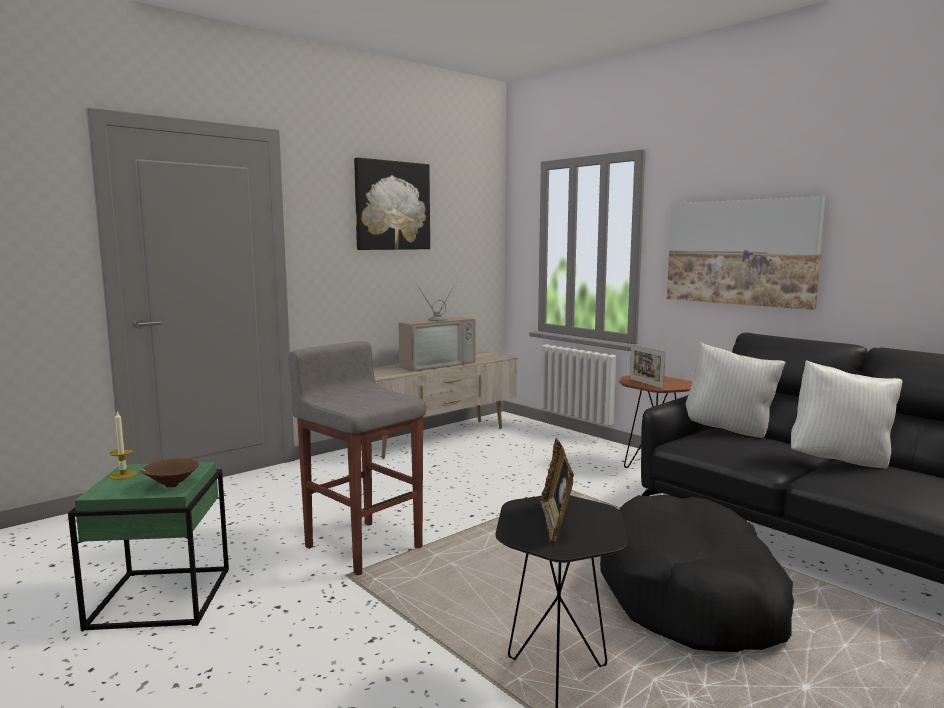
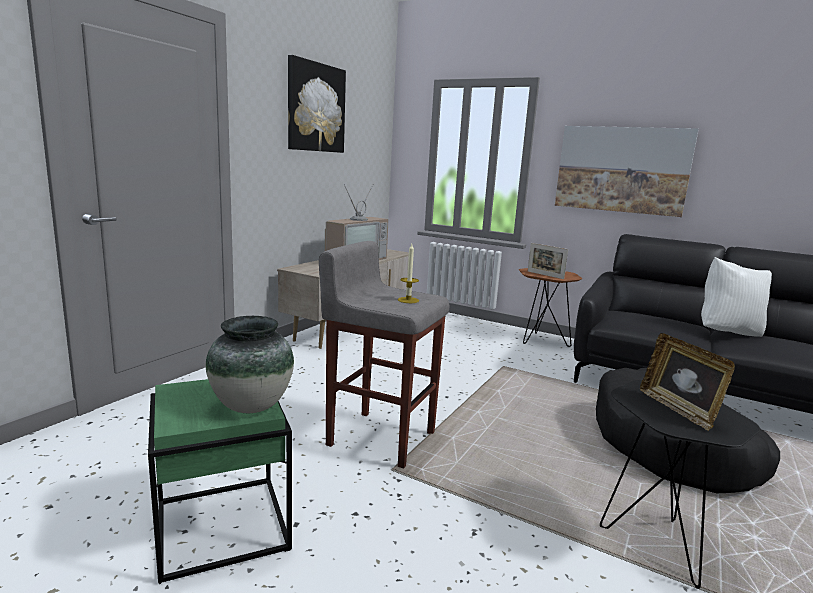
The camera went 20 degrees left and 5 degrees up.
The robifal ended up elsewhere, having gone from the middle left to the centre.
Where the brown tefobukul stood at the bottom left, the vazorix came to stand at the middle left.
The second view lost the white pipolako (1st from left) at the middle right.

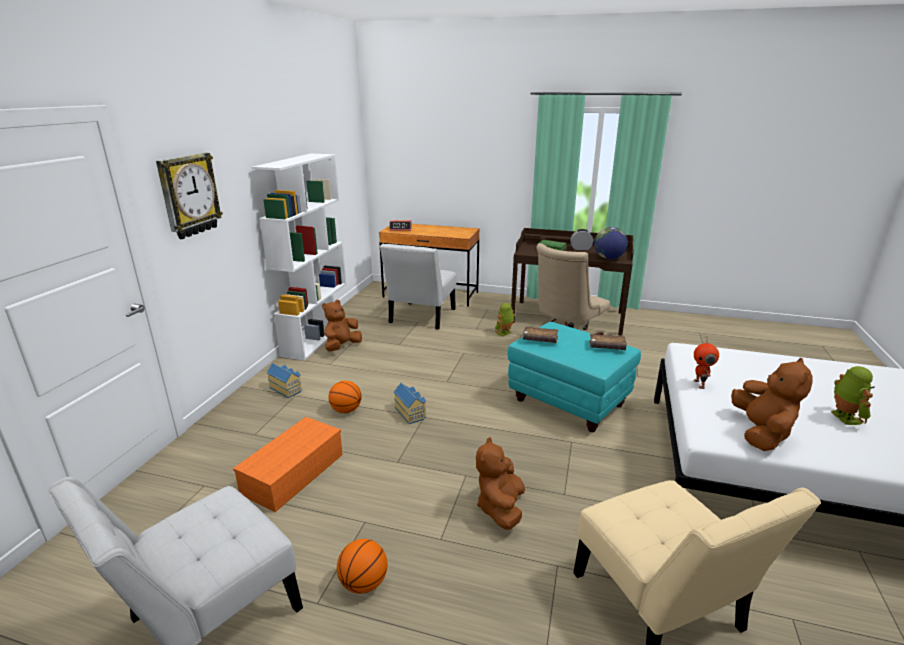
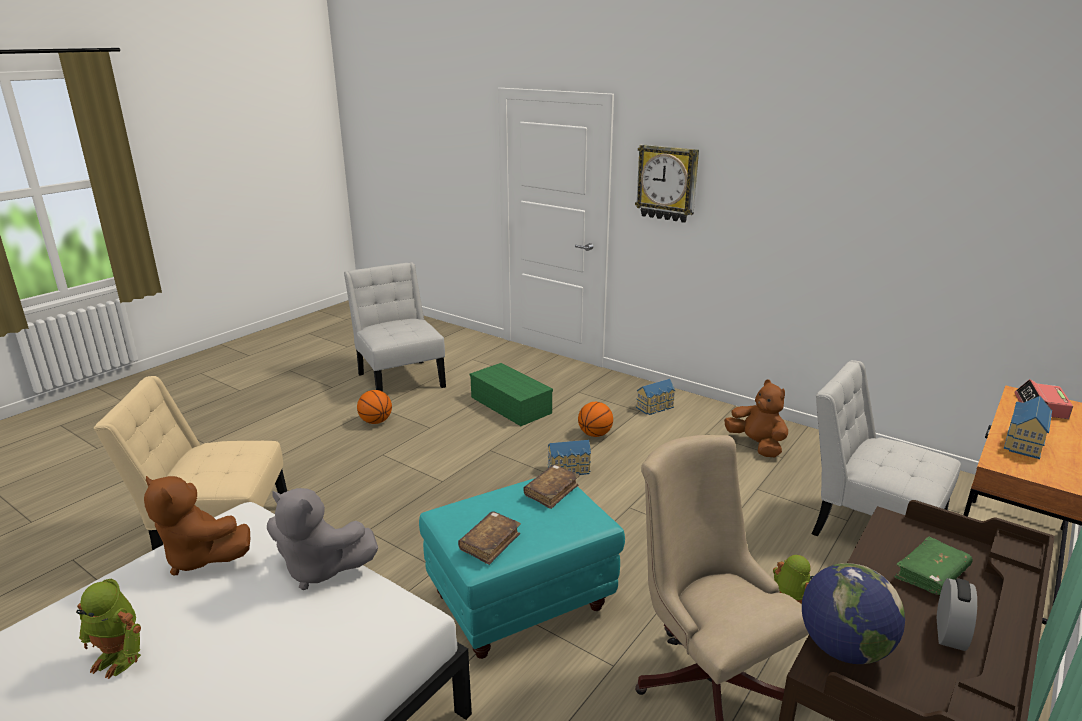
The camera went 110 degrees right and 0 degrees up.
What was the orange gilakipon at the bottom left turned into the green gilakipon at the centre.
The second view lost the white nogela at the middle left.
The second view lost the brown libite (2nd from left) at the bottom centre.
Where the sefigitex (2nd from left) stood at the middle right, the grey libite came to stand at the bottom left.
The second view gained the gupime (3rd from left) at the middle right.

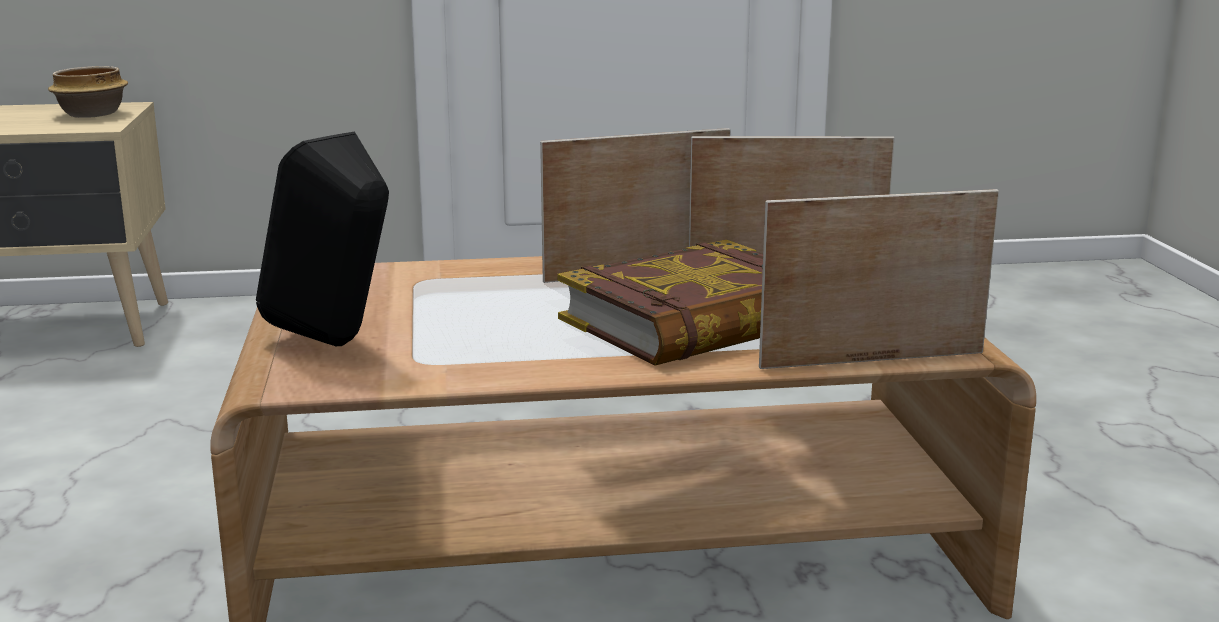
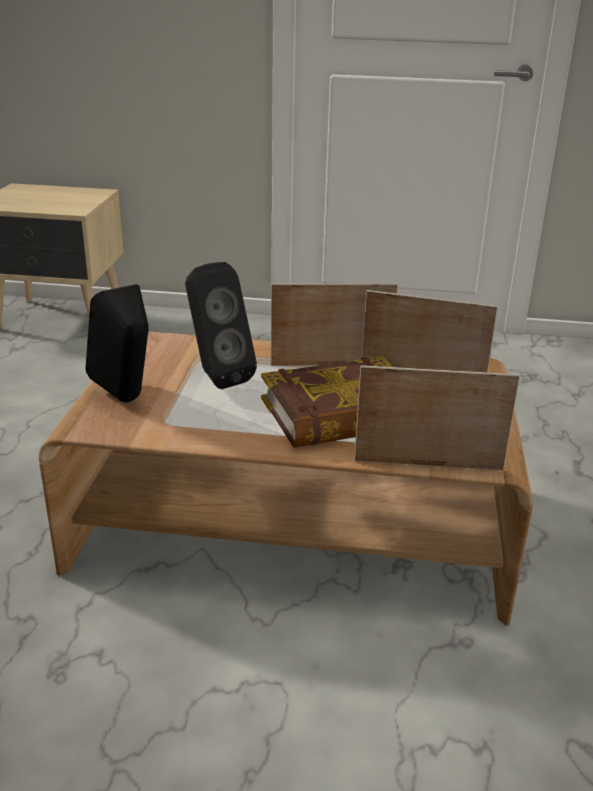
The camera went 15 degrees right and 10 degrees up.
The second view lost the tefobukul at the top left.
The second view gained the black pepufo (2nd from left) at the centre.

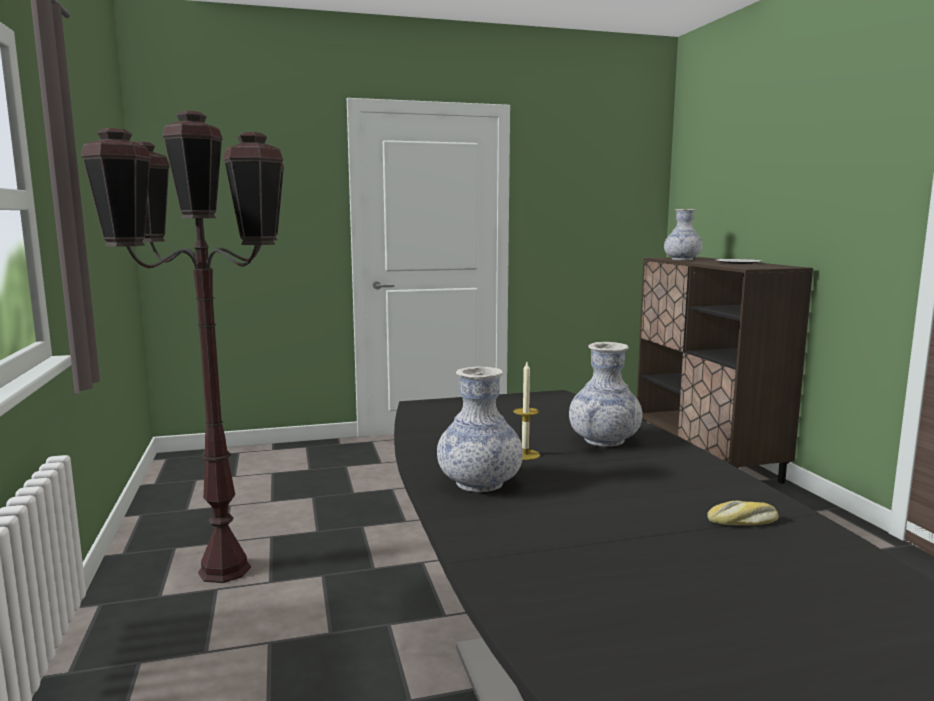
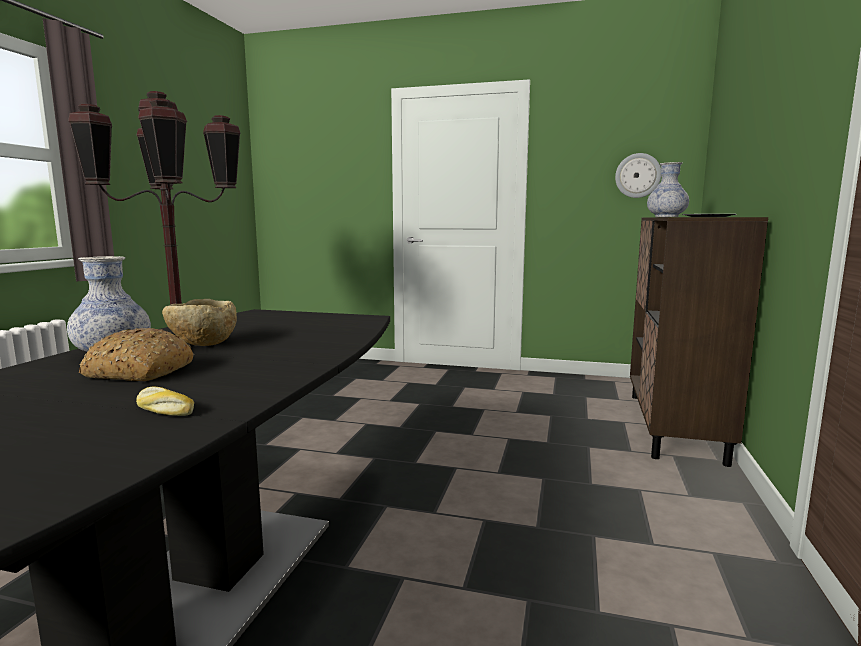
The camera went 30 degrees right and 0 degrees up.
Where the robifal stood at the centre, the beige tefobukul came to stand at the middle left.
The second view lost the vazorix (2nd from left) at the centre.
The second view gained the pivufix (1st from left) at the middle left.
The second view gained the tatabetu at the top right.

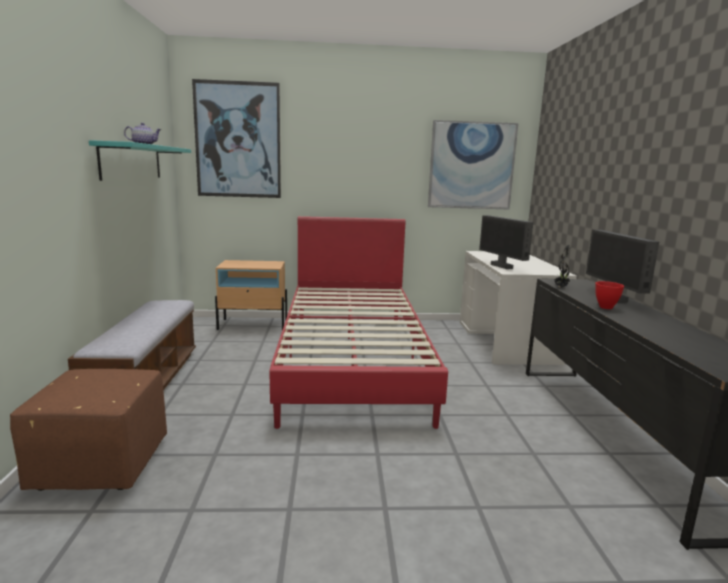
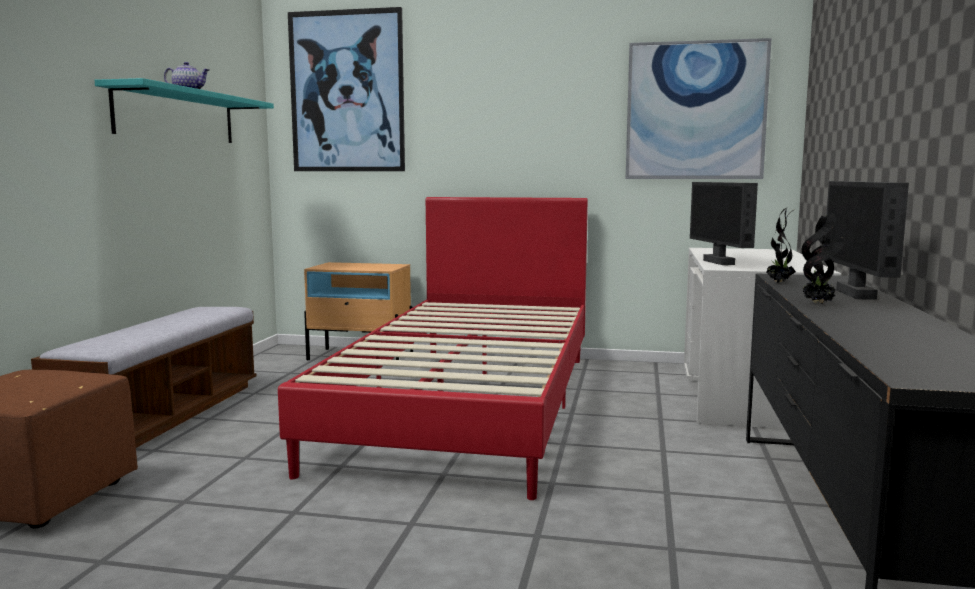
The camera went 15 degrees right and 5 degrees down.
Where the red tefobukul stood at the middle right, the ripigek (2nd from left) came to stand at the middle right.

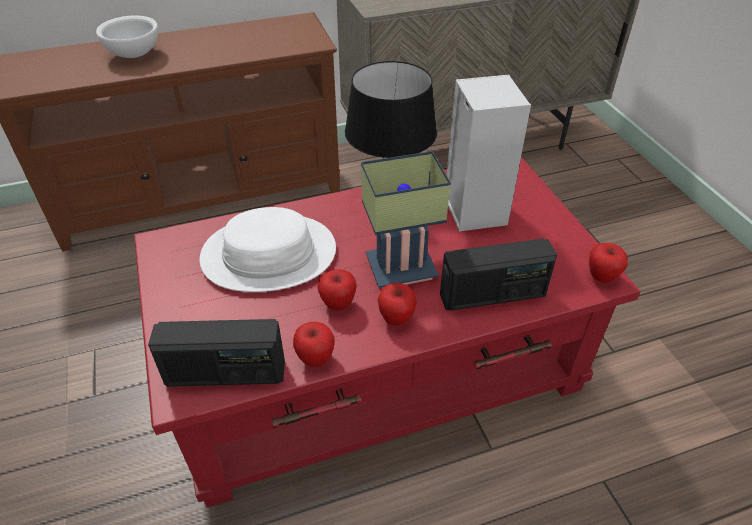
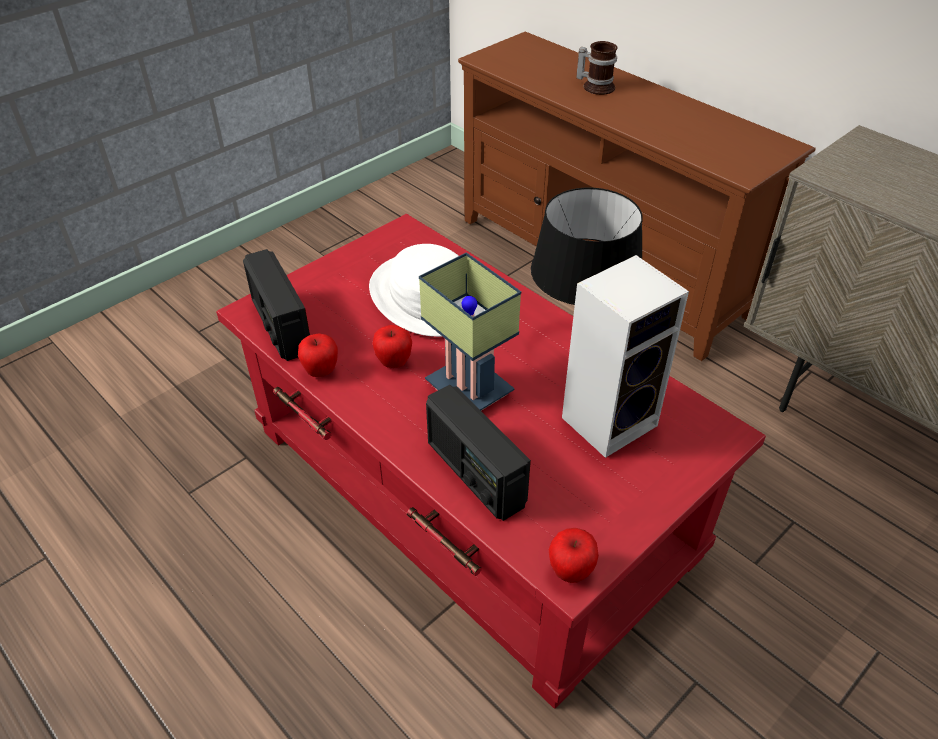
The camera went 65 degrees right and 0 degrees up.
Where the white tefobukul stood at the top left, the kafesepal came to stand at the top centre.
The second view lost the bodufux (3rd from left) at the centre.

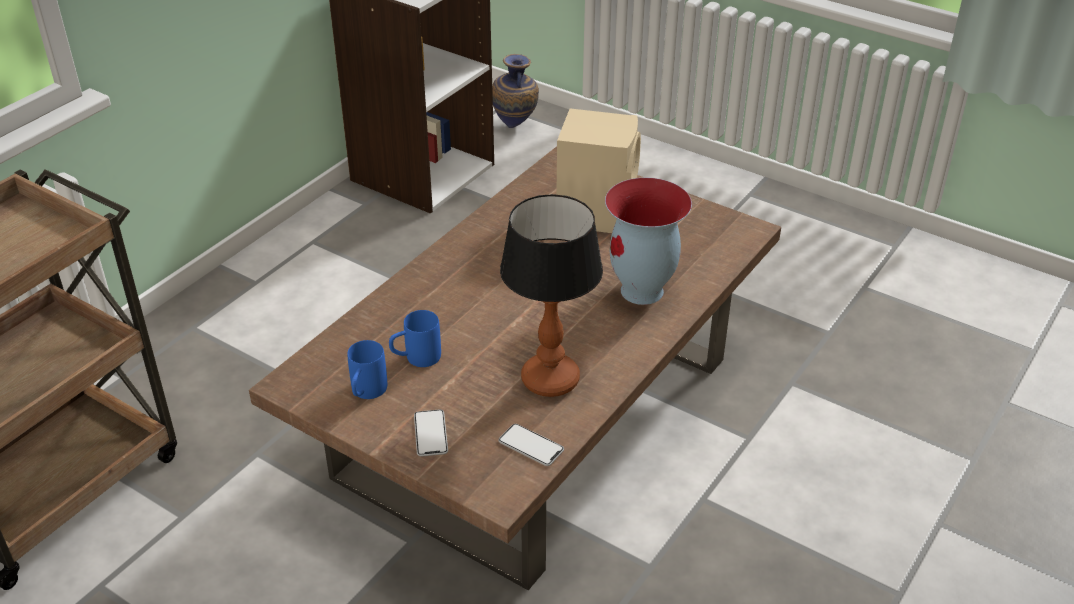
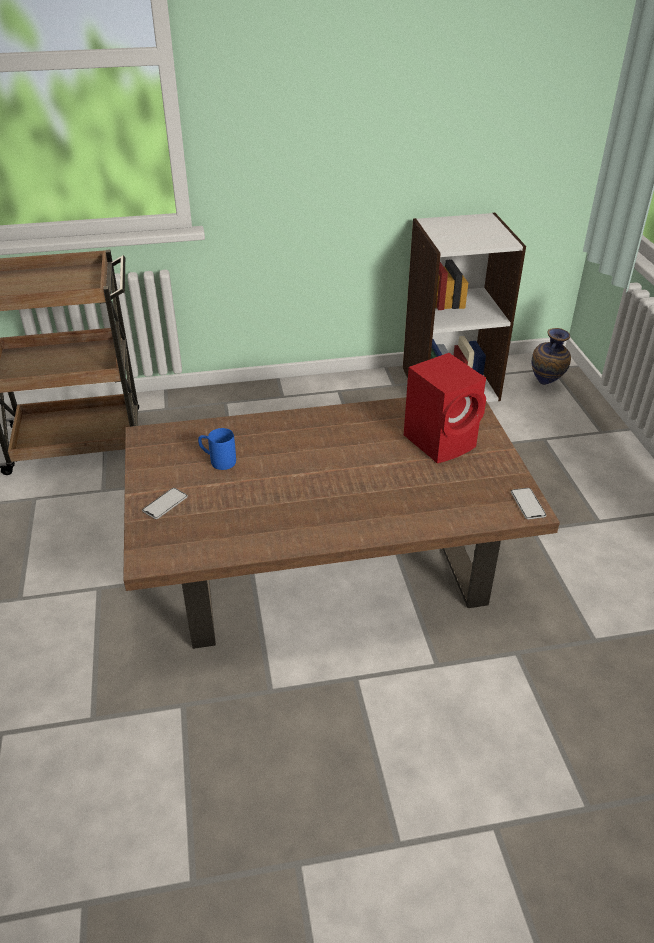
The camera went 45 degrees right and 0 degrees up.
The second view lost the blue kafesepal (1st from left) at the centre.
The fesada (2nd from left) ended up elsewhere, having gone from the bottom centre to the middle right.
The second view lost the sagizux at the centre.
What was the beige pepufo at the top centre turned into the red pepufo at the middle right.
The second view lost the vazorix (2nd from left) at the centre.

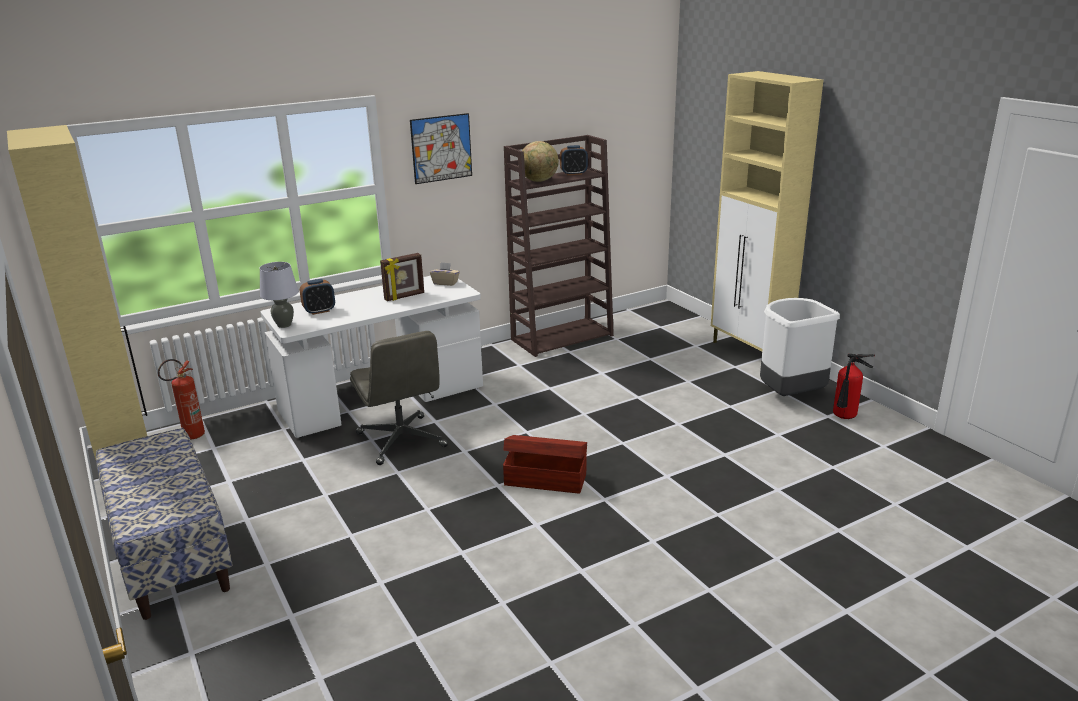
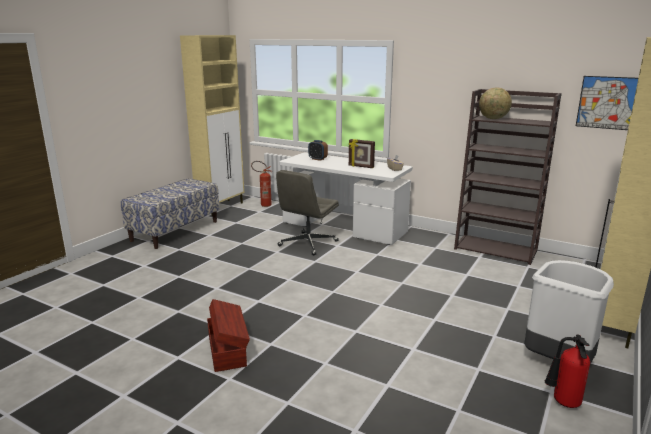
The camera went 60 degrees right and 5 degrees down.
The second view lost the grey sagizux at the middle left.
The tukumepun ended up elsewhere, having gone from the top centre to the top right.
The brown gilakipon ended up elsewhere, having gone from the centre to the bottom centre.
The second view lost the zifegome (2nd from left) at the top centre.

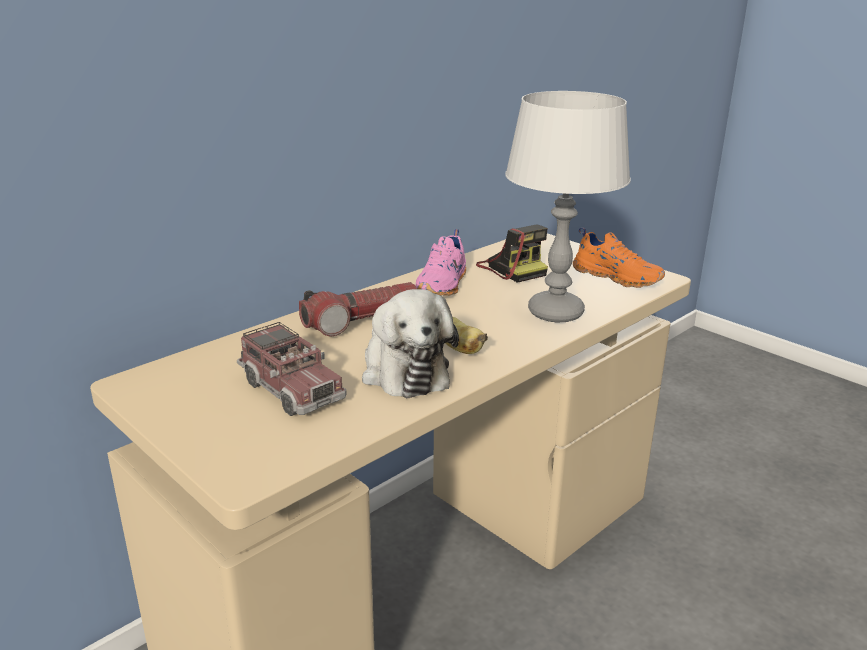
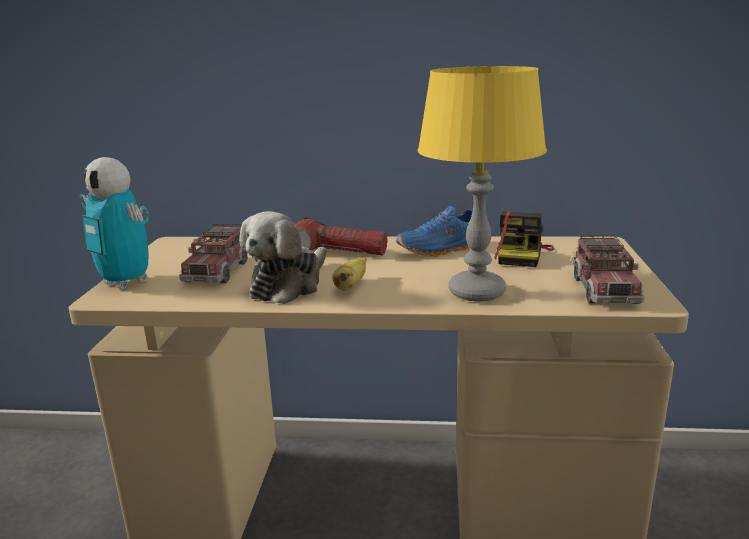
The camera went 50 degrees right and 5 degrees down.
What was the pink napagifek at the centre turned into the blue napagifek at the centre.
What was the grey sagizux at the top centre turned into the yellow sagizux at the centre.
Where the orange napagifek stood at the middle right, the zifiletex (2nd from left) came to stand at the middle right.
The second view gained the sefigitex at the middle left.

